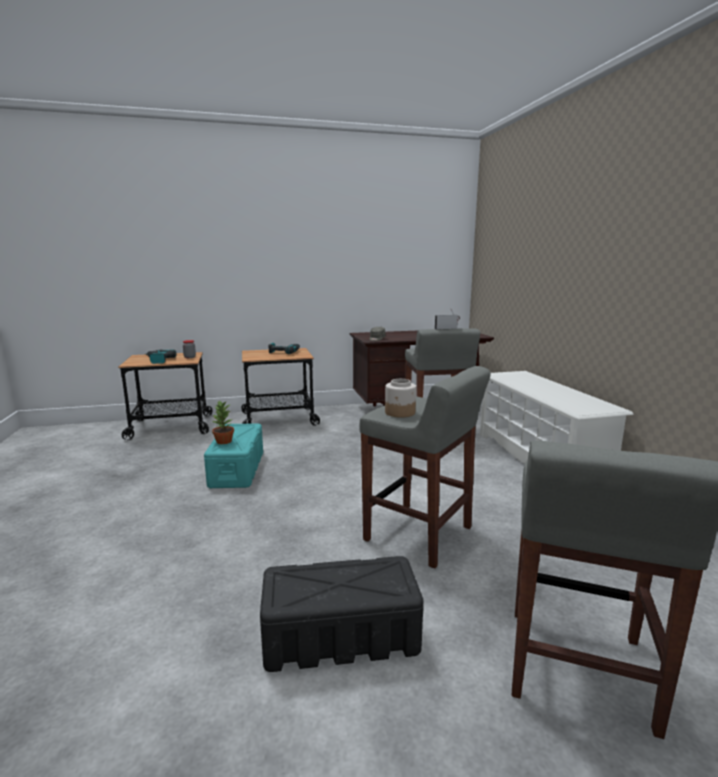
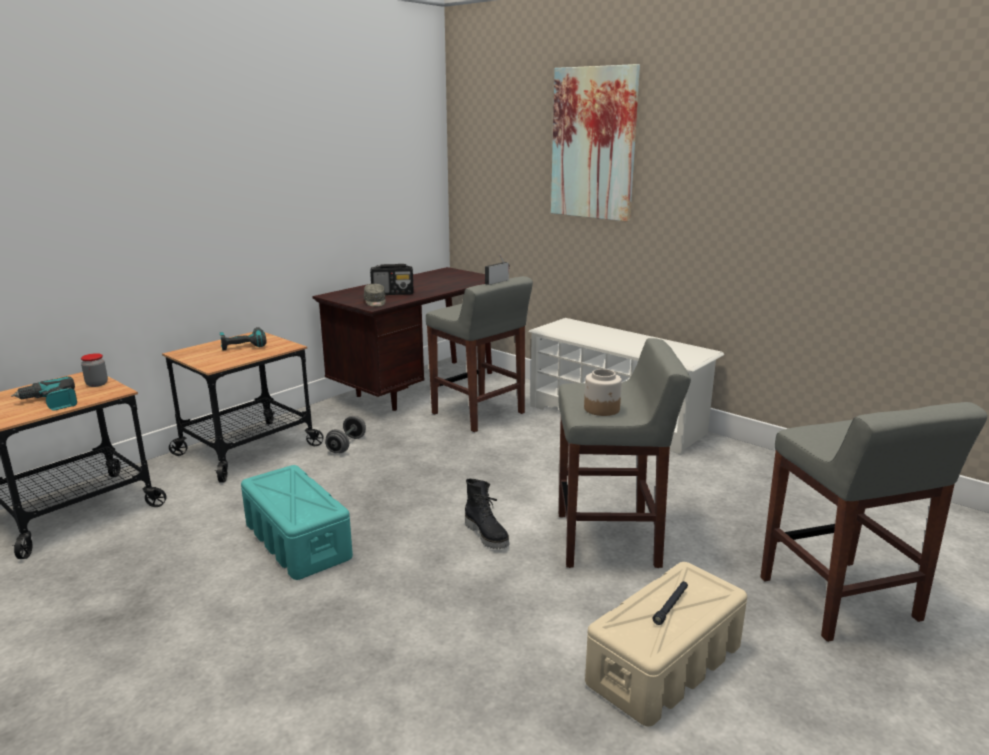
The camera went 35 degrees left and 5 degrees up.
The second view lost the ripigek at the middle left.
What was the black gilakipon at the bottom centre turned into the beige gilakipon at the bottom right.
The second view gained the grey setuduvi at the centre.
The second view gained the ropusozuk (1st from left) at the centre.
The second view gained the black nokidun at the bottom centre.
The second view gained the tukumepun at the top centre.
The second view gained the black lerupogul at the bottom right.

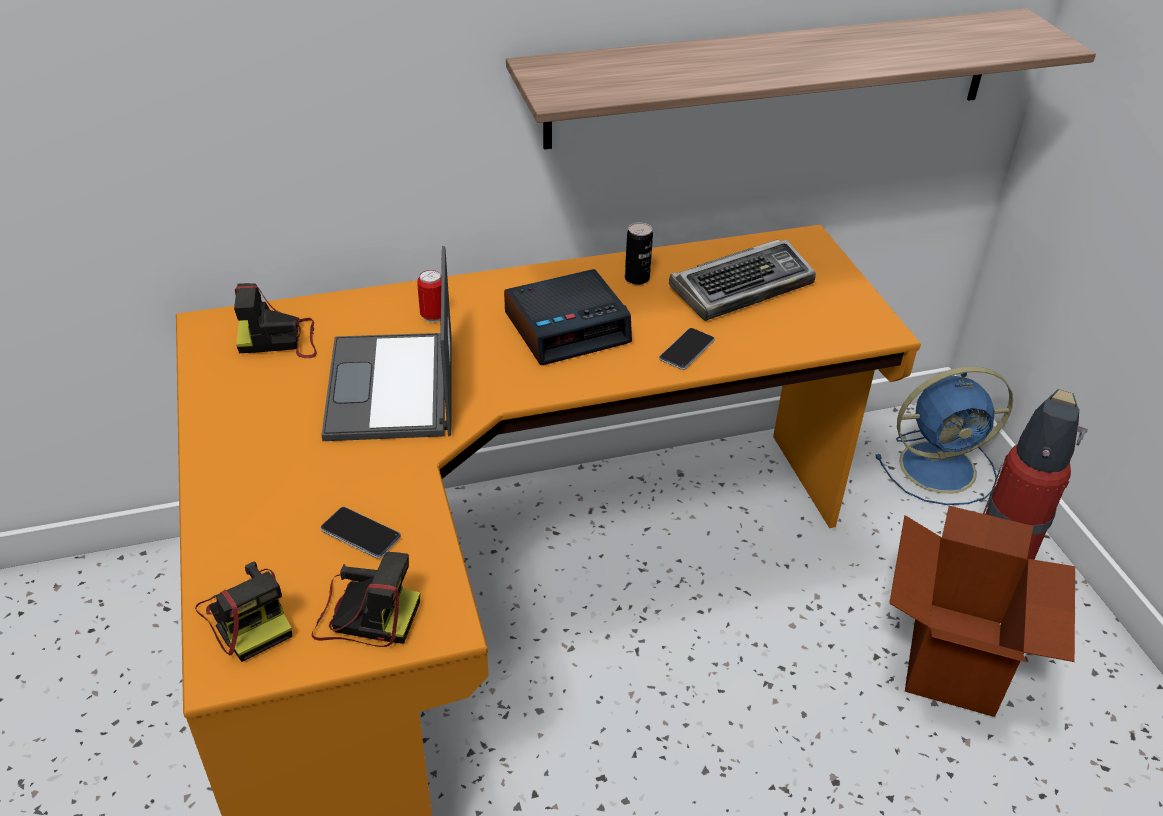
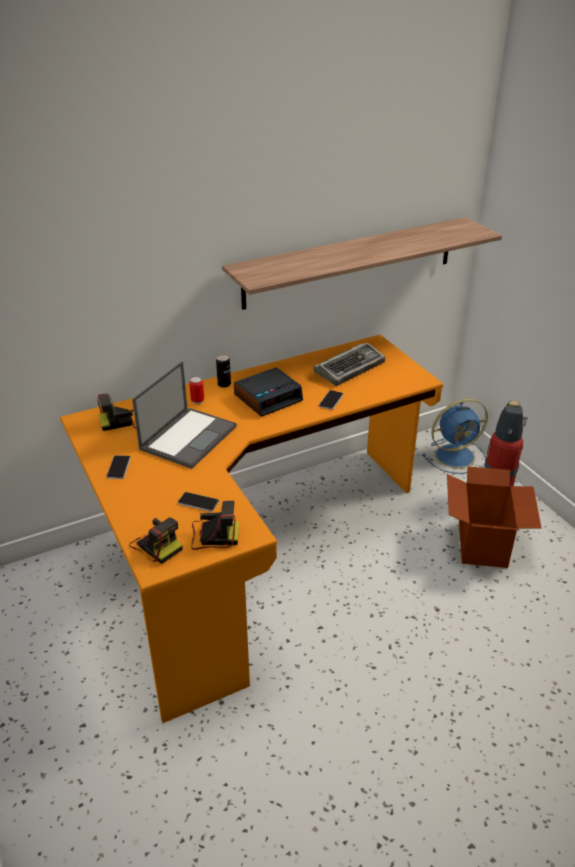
The camera went 10 degrees left and 5 degrees down.
The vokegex at the middle left ended up facing another way, 135 degrees counterclockwise from before.
The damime (2nd from left) ended up elsewhere, having gone from the top centre to the centre.
The second view gained the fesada (1st from left) at the middle left.

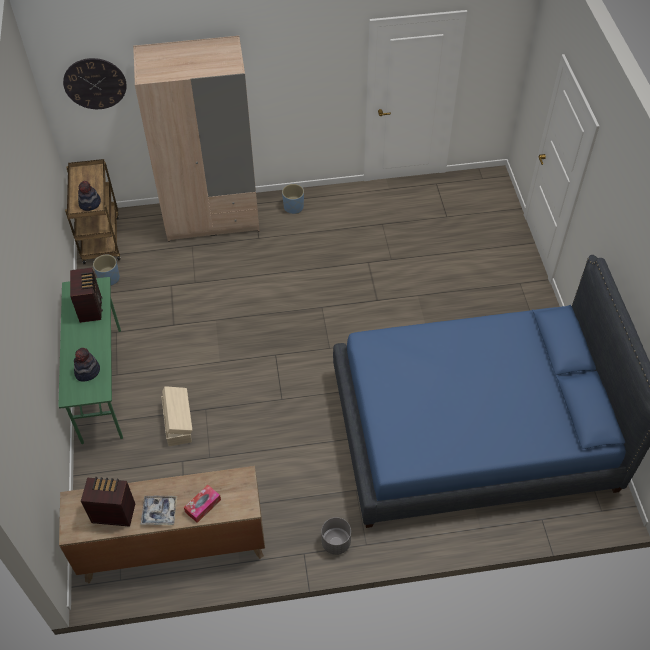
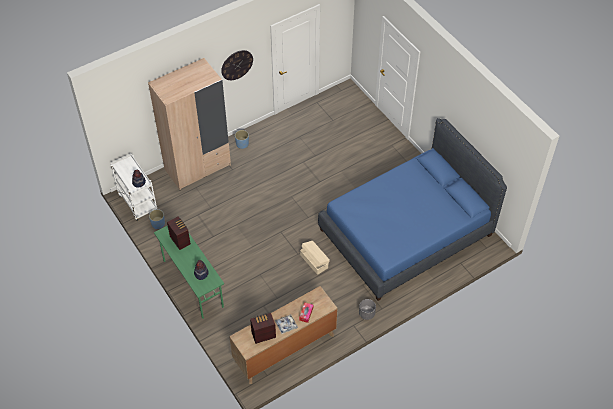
The camera went 25 degrees left and 0 degrees up.
The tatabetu ended up elsewhere, having gone from the top left to the top centre.
What was the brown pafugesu at the top left turned into the white pafugesu at the middle left.
The beige gilakipon ended up elsewhere, having gone from the middle left to the centre.

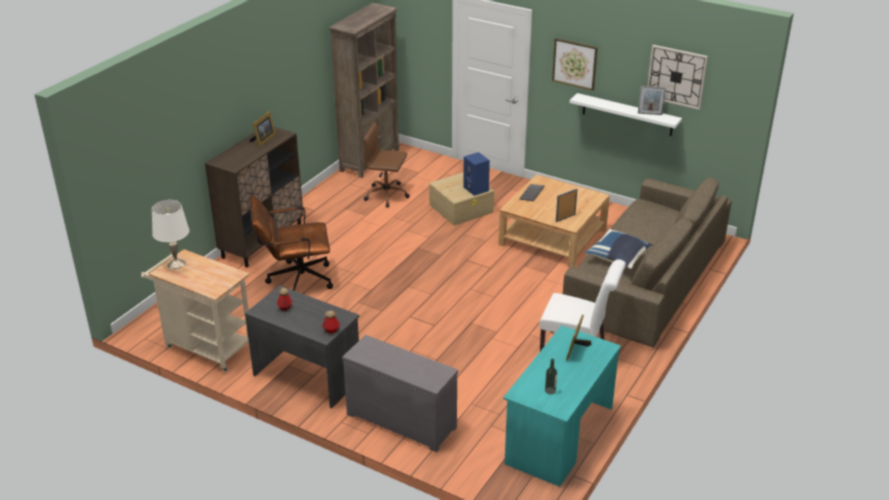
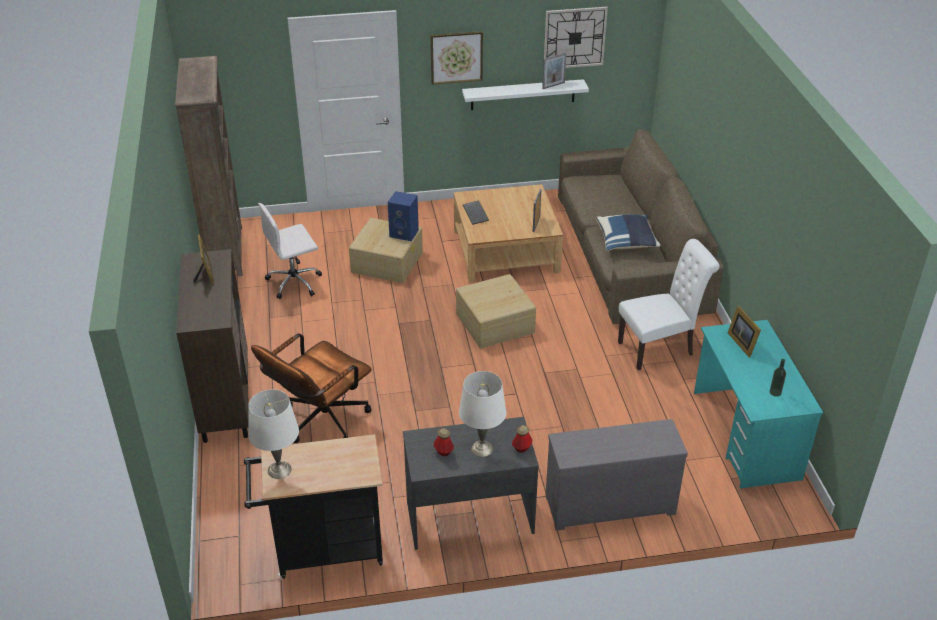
The camera went 40 degrees left and 5 degrees up.
What was the beige pafugesu at the middle left turned into the black pafugesu at the bottom centre.
What was the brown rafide (2nd from left) at the top centre turned into the white rafide at the middle left.
The second view gained the beige gilakipon (2nd from left) at the centre.
The second view gained the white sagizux (2nd from left) at the bottom centre.

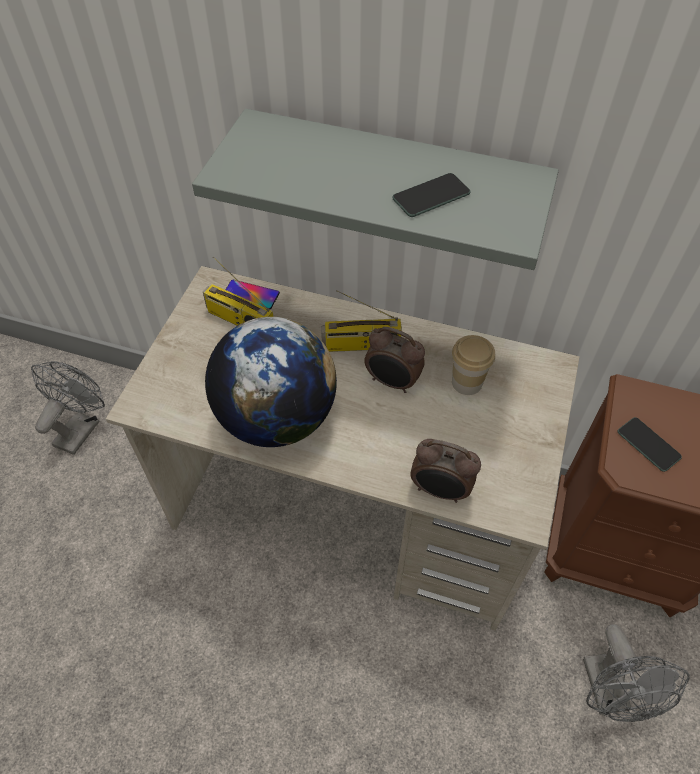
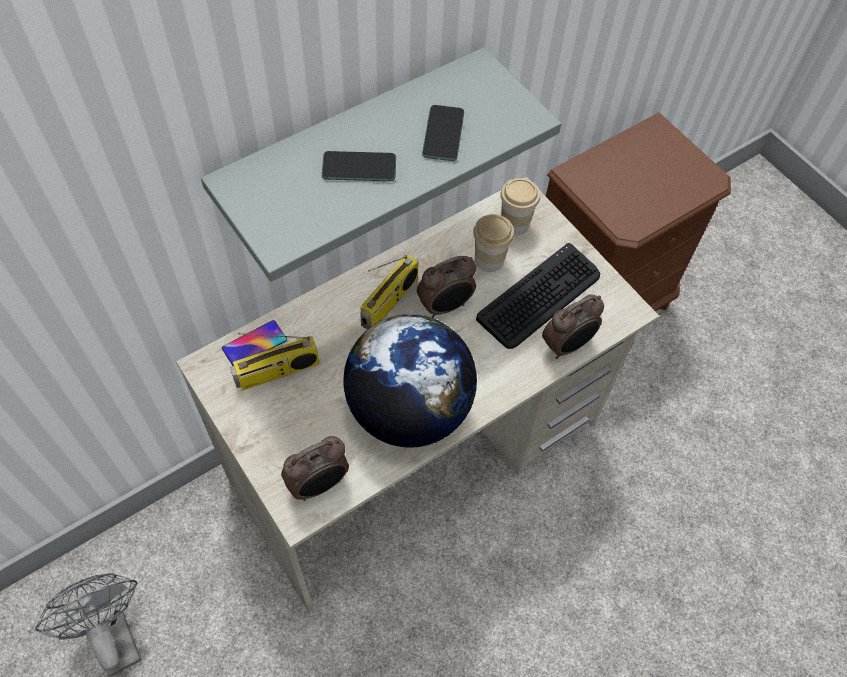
The camera went 55 degrees left and 5 degrees up.
The second view lost the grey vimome (2nd from left) at the bottom right.
The fesada (3rd from left in the first image) ended up elsewhere, having gone from the middle right to the top centre.
The second view gained the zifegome (1st from left) at the bottom centre.
The second view gained the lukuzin at the centre.
The second view gained the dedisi (2nd from left) at the top centre.

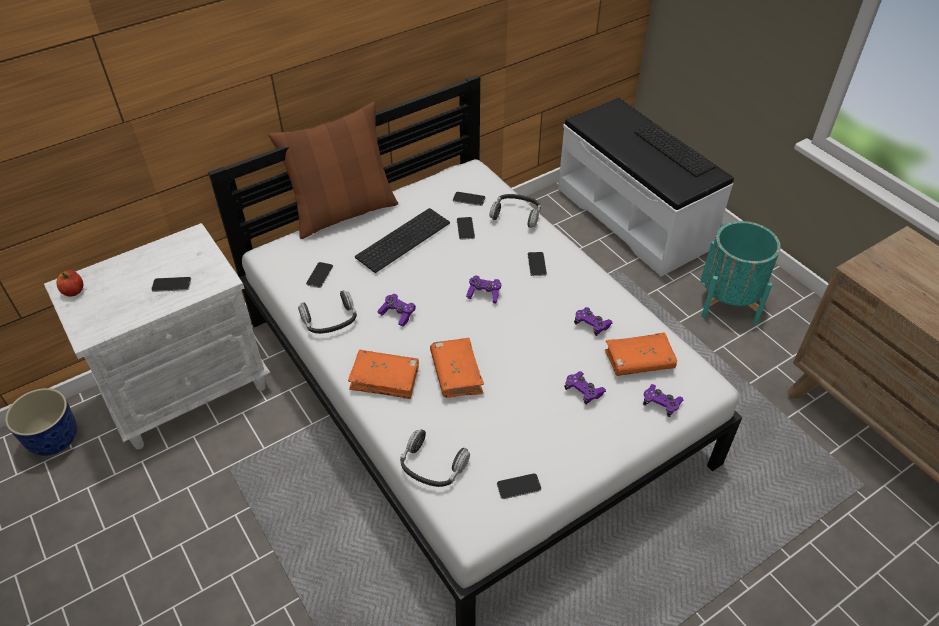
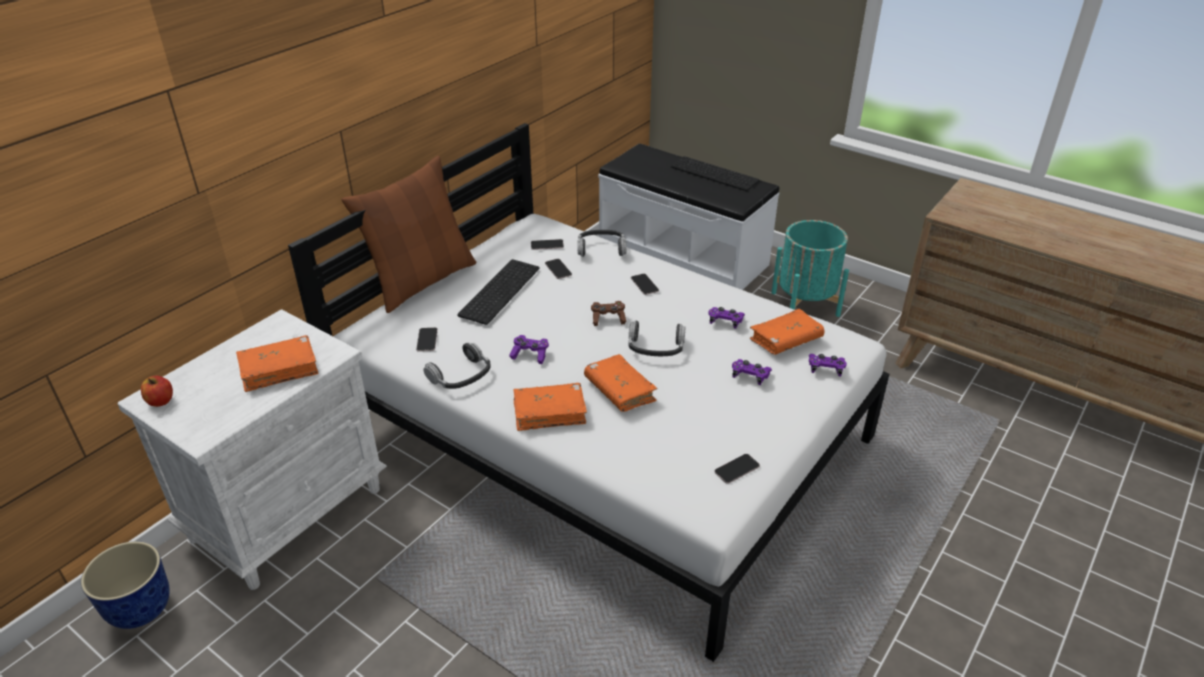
The camera went 20 degrees left and 10 degrees down.
Where the fesada (1st from left) stood at the middle left, the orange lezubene (1st from left) came to stand at the middle left.
The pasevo (2nd from left in the first image) ended up elsewhere, having gone from the bottom centre to the centre.
What was the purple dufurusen (2nd from left) at the centre turned into the brown dufurusen at the centre.

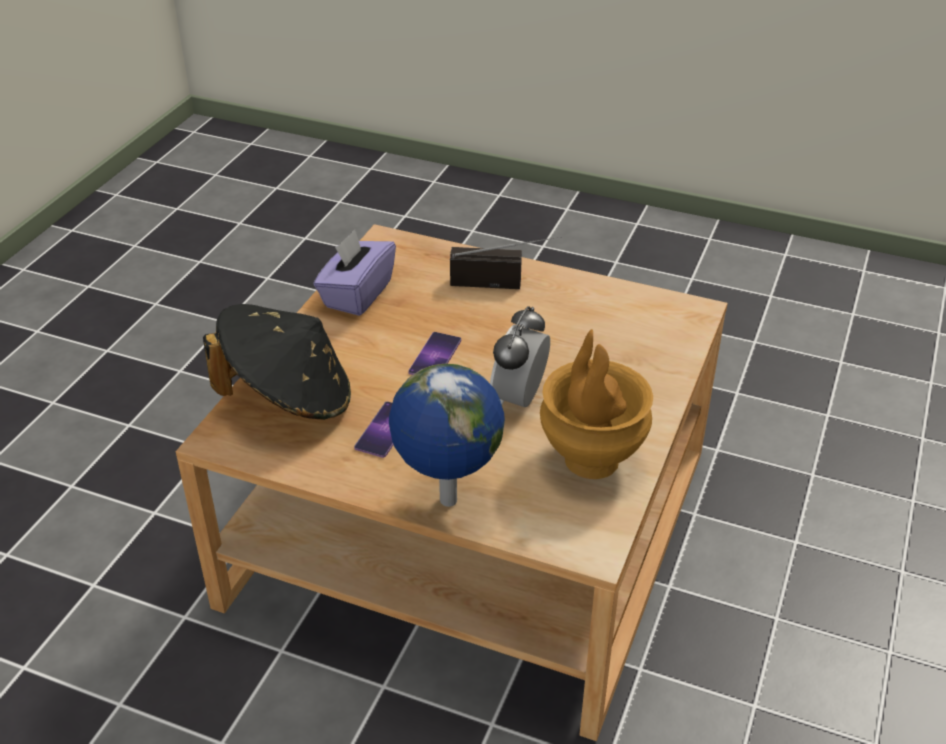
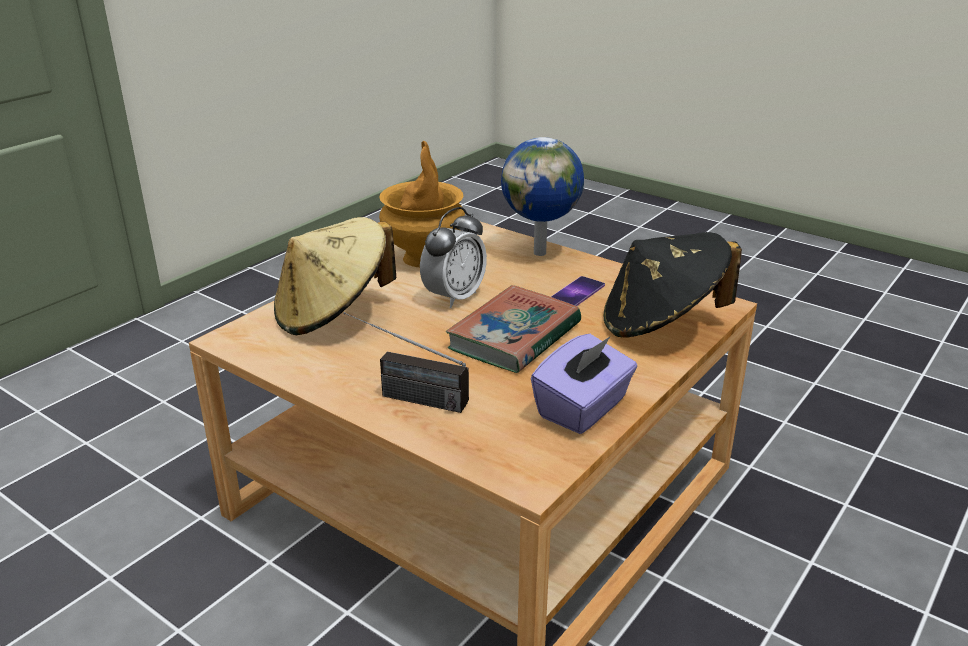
The camera went 165 degrees left and 10 degrees down.
Where the fesada (2nd from left) stood at the centre, the lezubene came to stand at the centre.
The second view gained the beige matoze at the centre.

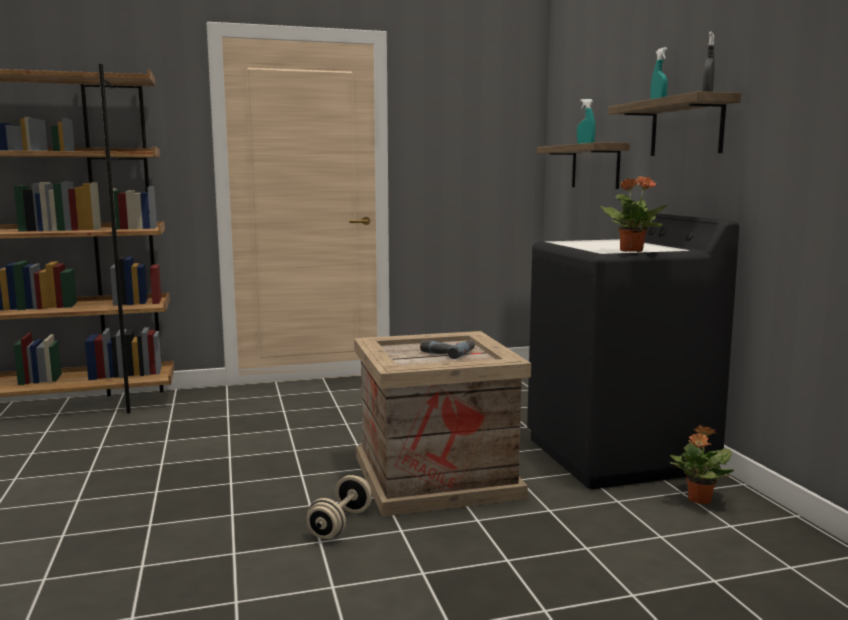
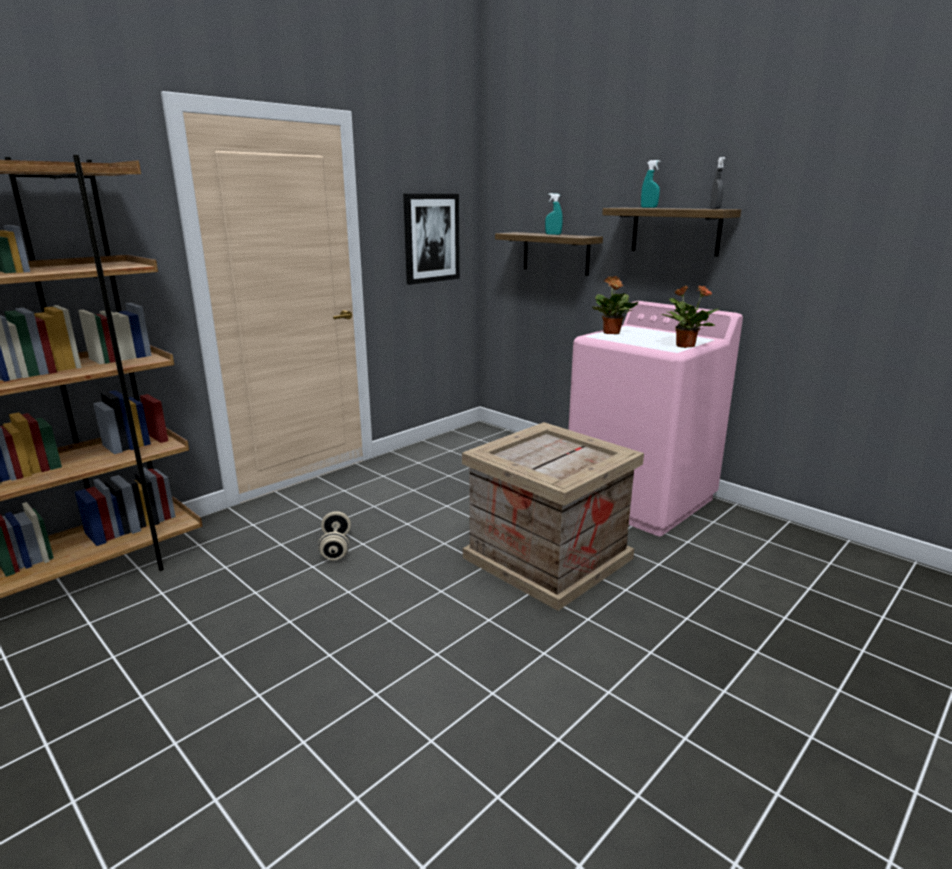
The camera went 30 degrees left and 10 degrees up.
The beige setuduvi ended up elsewhere, having gone from the bottom centre to the centre.
The second view lost the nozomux at the centre.
What was the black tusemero at the middle right turned into the pink tusemero at the middle right.
The ripigek (2nd from left in the first image) ended up elsewhere, having gone from the bottom right to the centre.
The second view gained the tukumepun at the top centre.

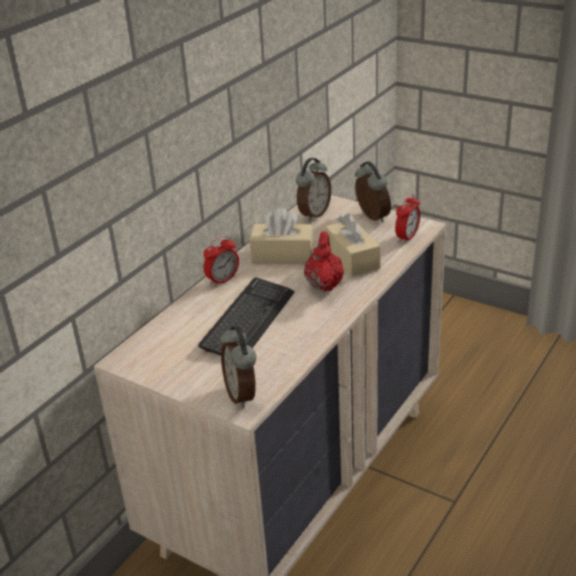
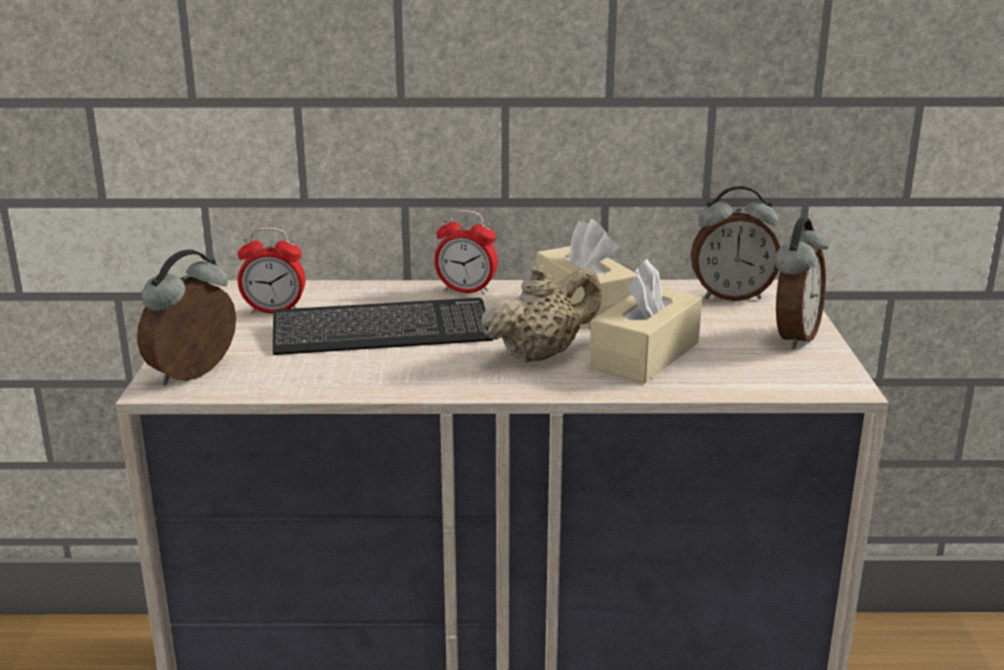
The camera went 55 degrees right and 10 degrees down.
What was the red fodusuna at the centre turned into the beige fodusuna at the centre.
The zifegome (5th from left in the first image) ended up elsewhere, having gone from the middle right to the middle left.

